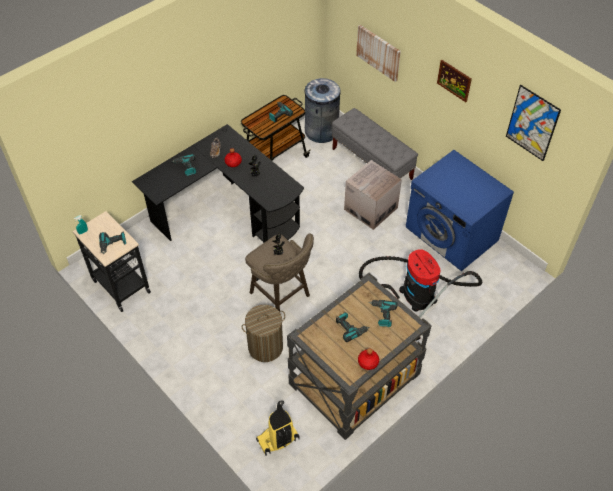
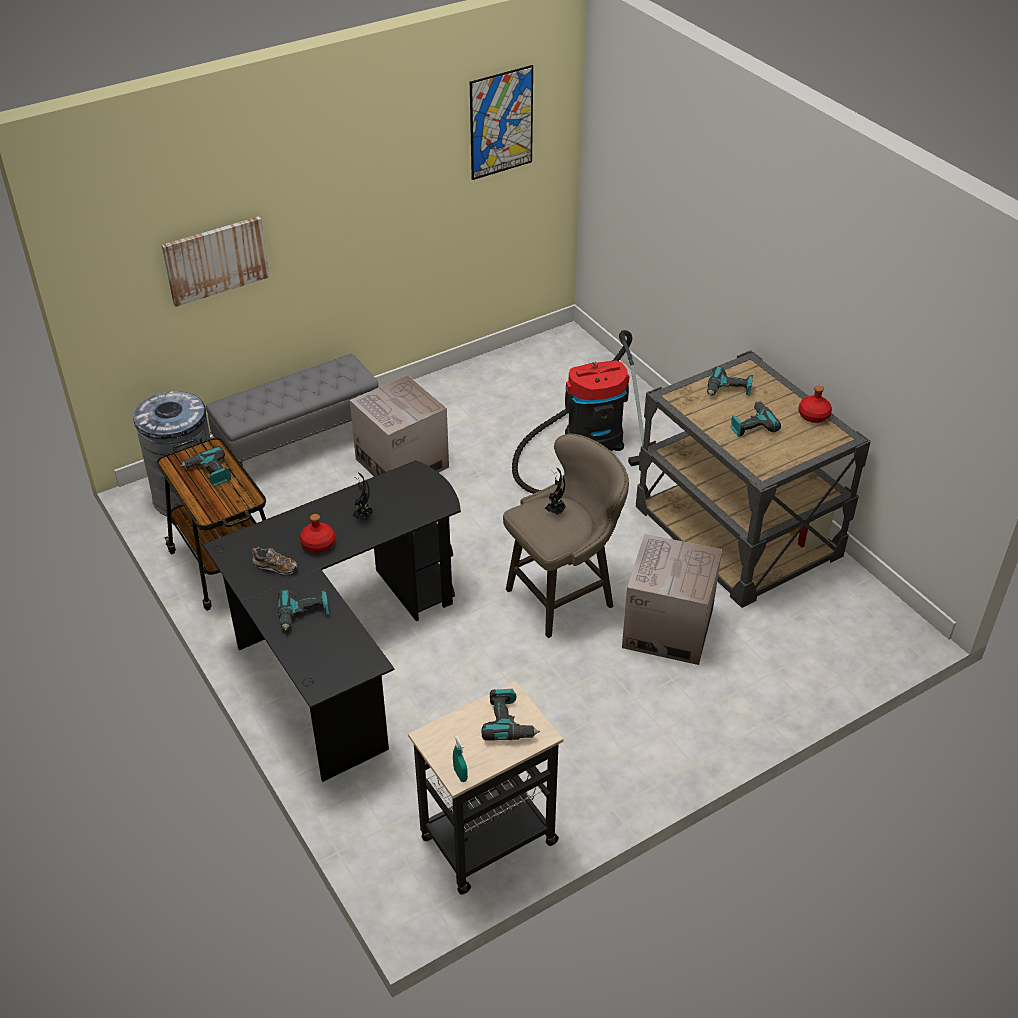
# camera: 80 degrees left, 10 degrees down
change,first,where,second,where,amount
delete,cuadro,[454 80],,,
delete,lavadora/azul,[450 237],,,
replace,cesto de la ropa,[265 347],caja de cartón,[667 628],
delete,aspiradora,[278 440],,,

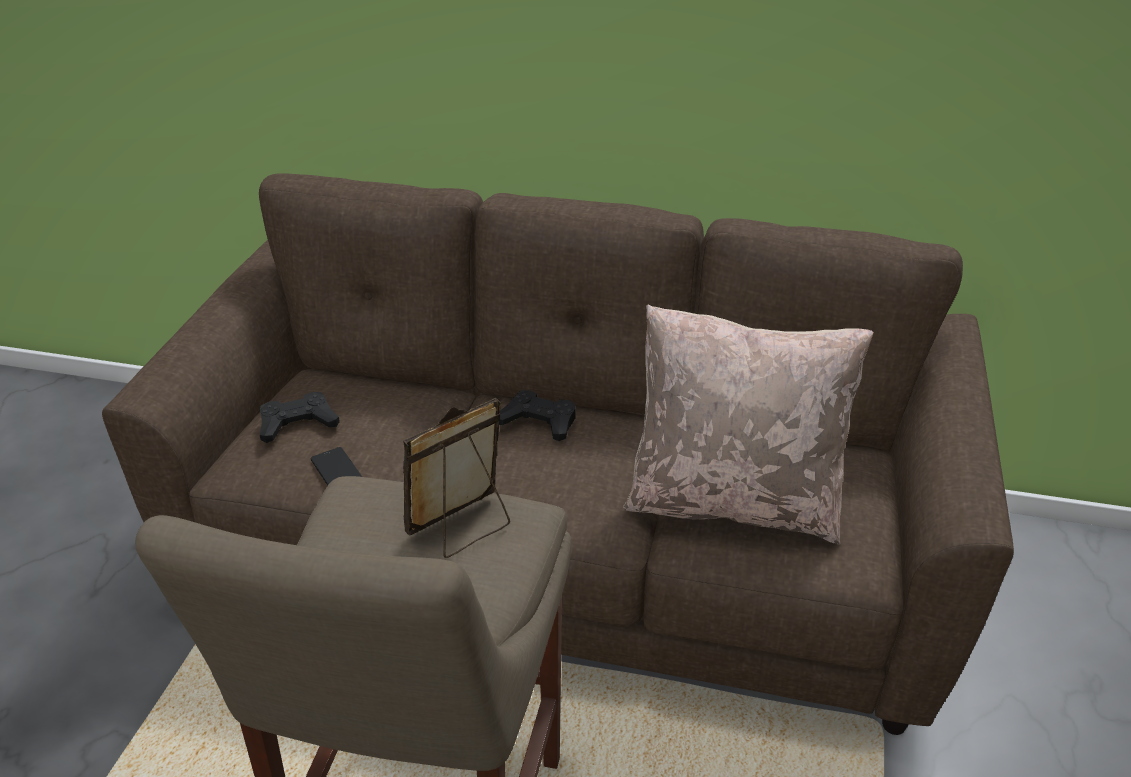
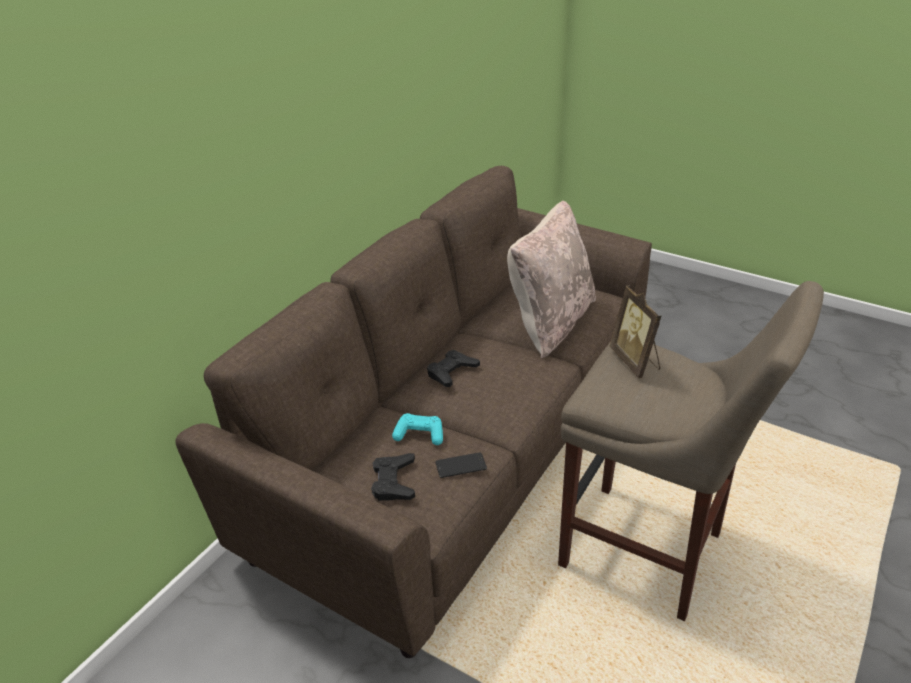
# camera: 70 degrees left, 0 degrees up
change,first,where,second,where,amount
insert,,,mando de consola/turquesa,[419 435],

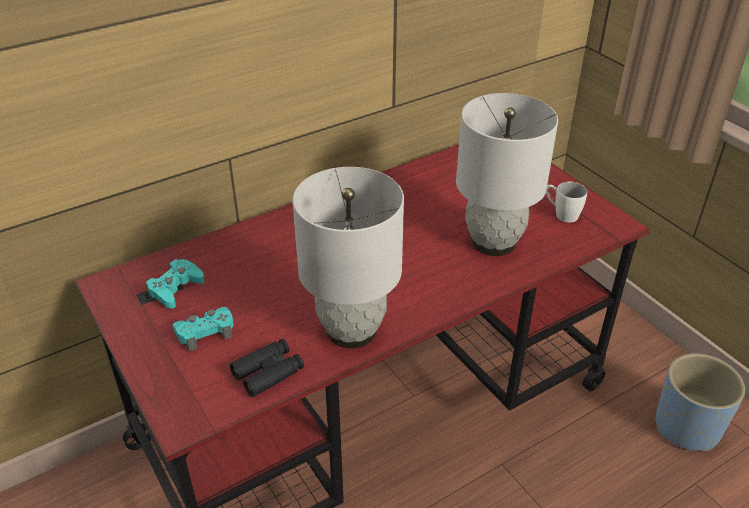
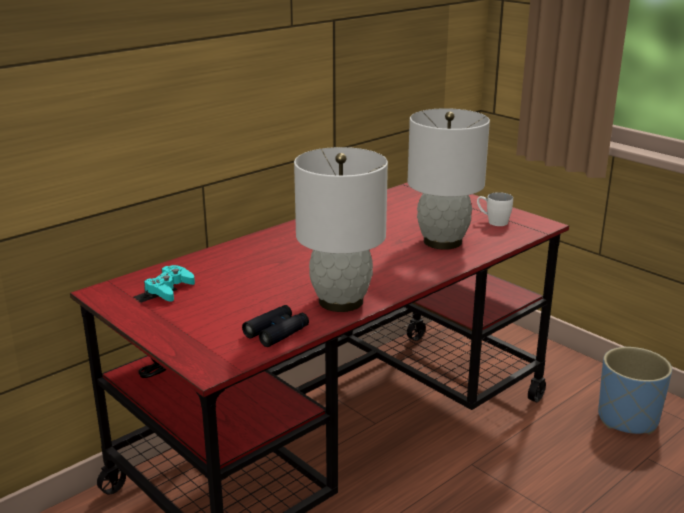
# camera: 10 degrees left, 15 degrees down
change,first,where,second,where,amount
delete,mando de consola/turquesa,[205 332],,,

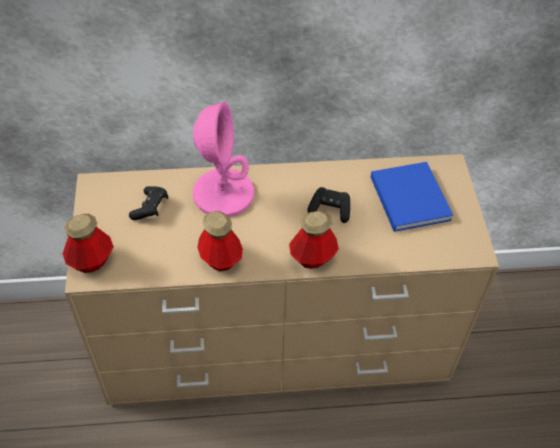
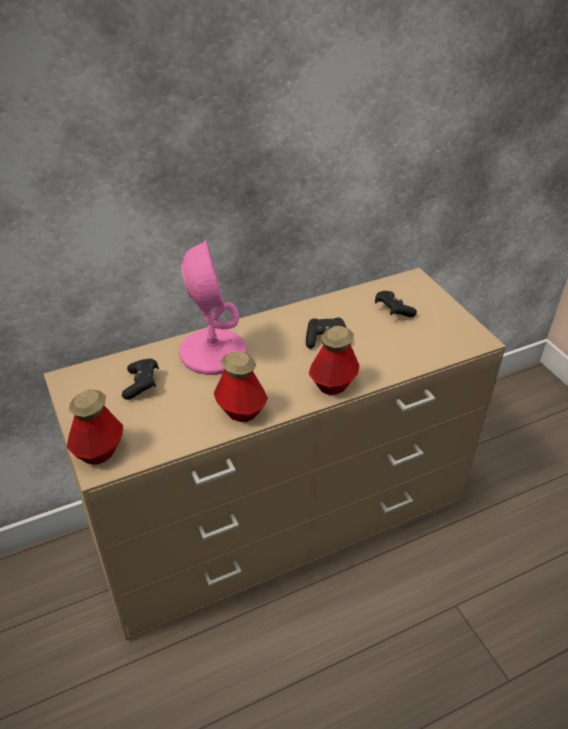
# camera: 20 degrees left, 10 degrees down
change,first,where,second,where,amount
replace,libro/azul,[409 196],mando de consola/negro,[392 311],

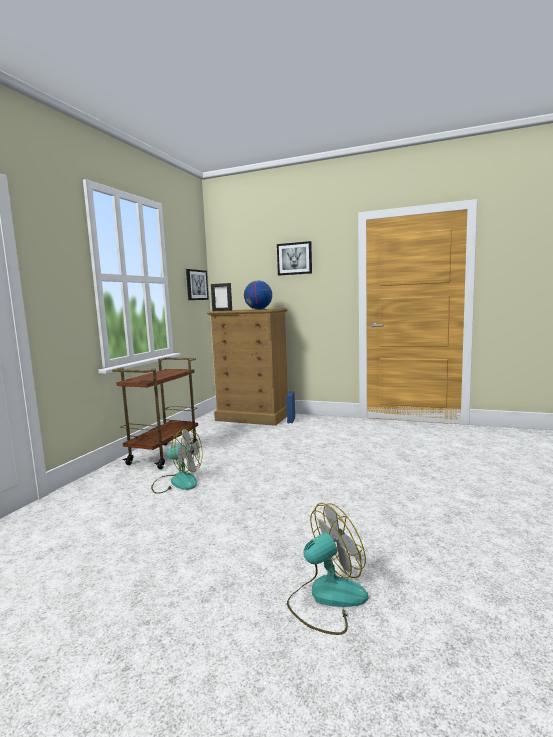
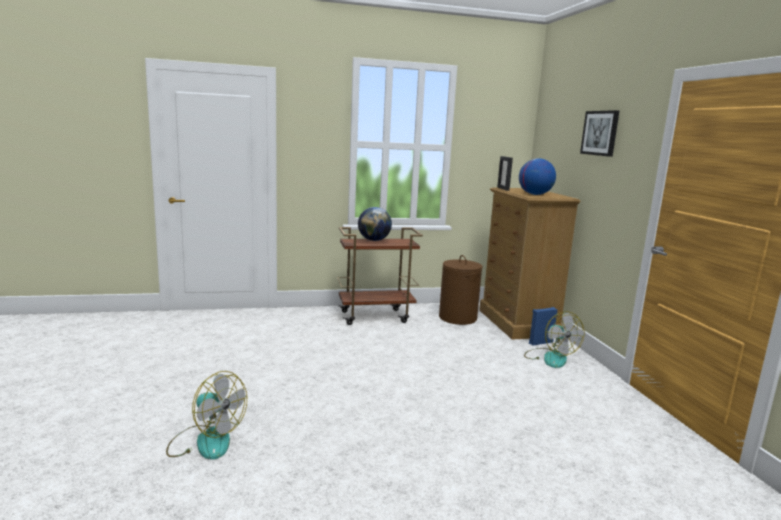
# camera: 55 degrees right, 5 degrees up
change,first,where,second,where,amount
delete,cuadro,[196 285],,,
move,ventilador,[177 482],,[550 357],
insert,,,globo terráqueo,[374 240],
insert,,,cesto de la ropa/marrón,[458 318],

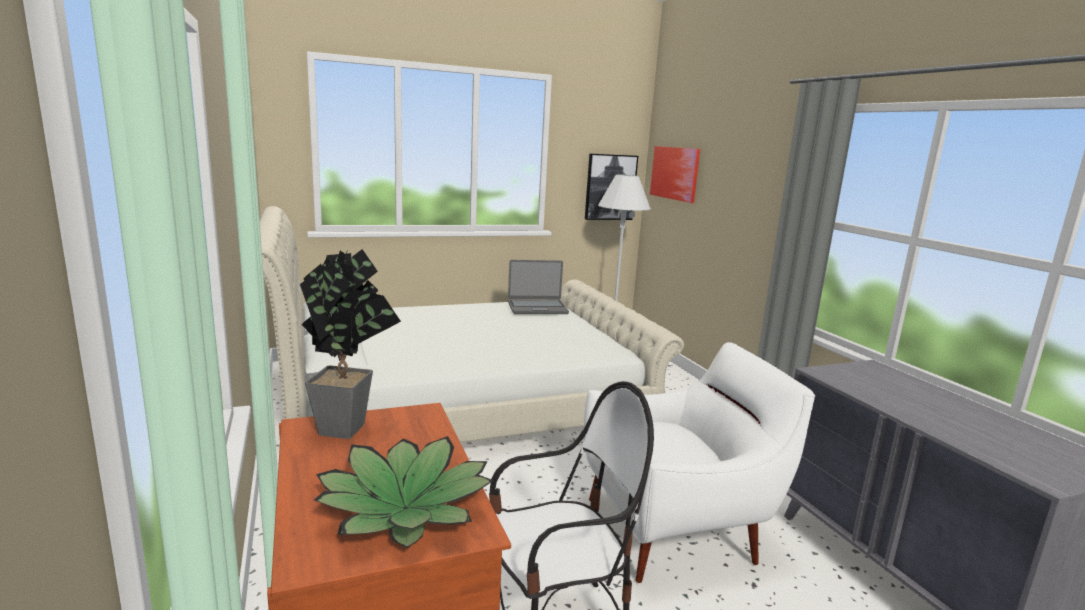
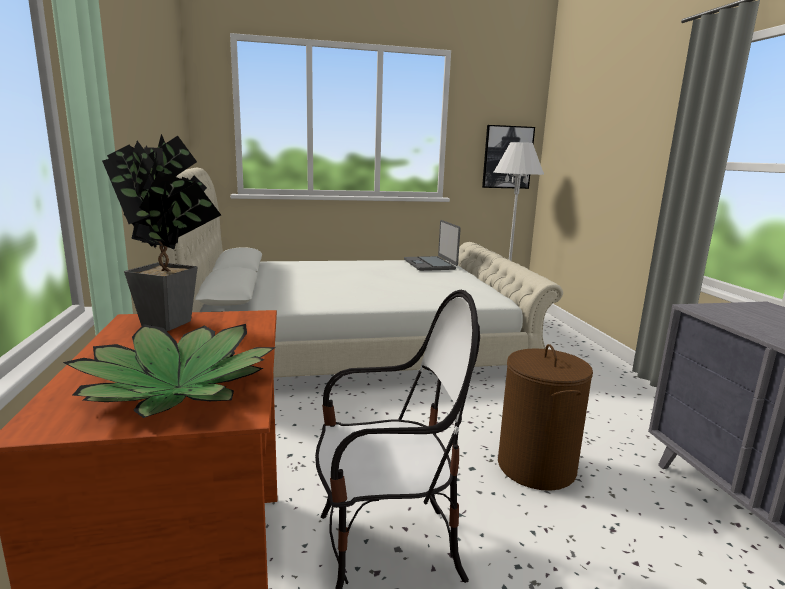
# camera: 10 degrees right, 0 degrees up
change,first,where,second,where,amount
delete,cuadro,[675 173],,,
rotate,portátil,[537 308],,[430 264],75 degrees clockwise
replace,sillón/blanco,[676 529],cesto de la ropa/marrón,[536 467],

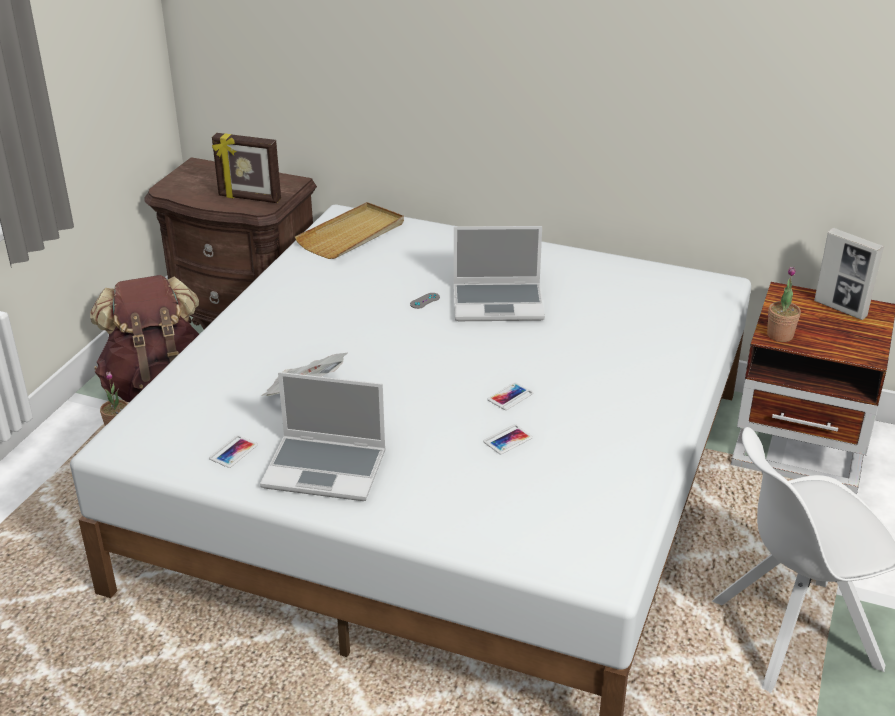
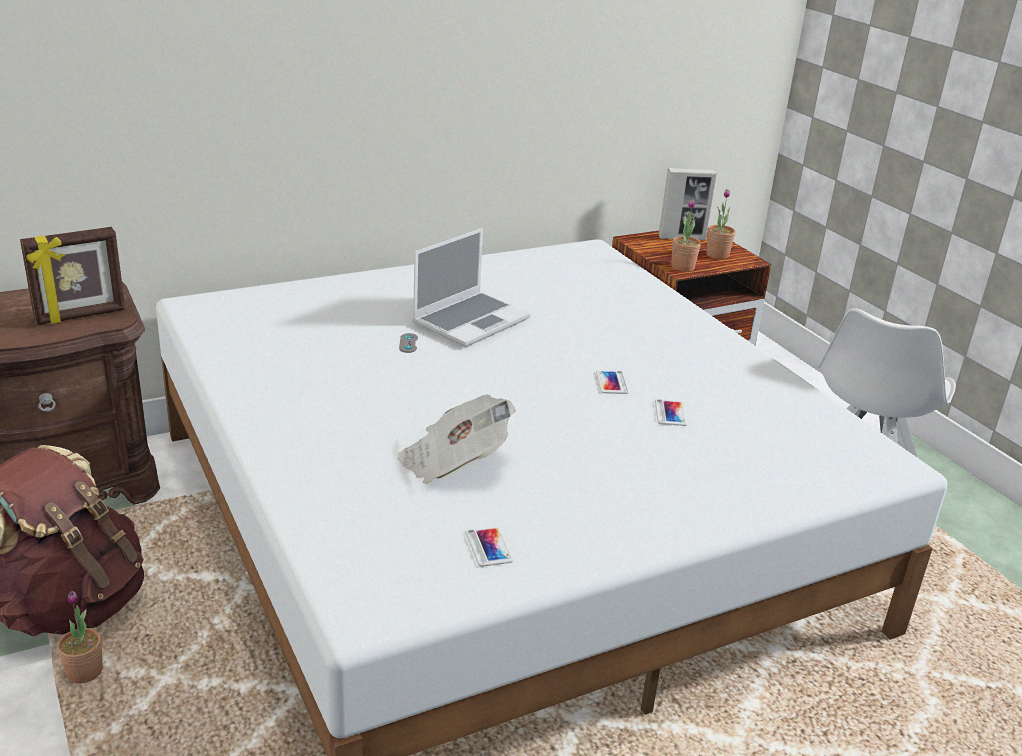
# camera: 50 degrees left, 5 degrees down
change,first,where,second,where,amount
delete,bandeja/beis,[352 234],,,
delete,portátil,[326 469],,,
insert,,,planta en maceta,[717 255],

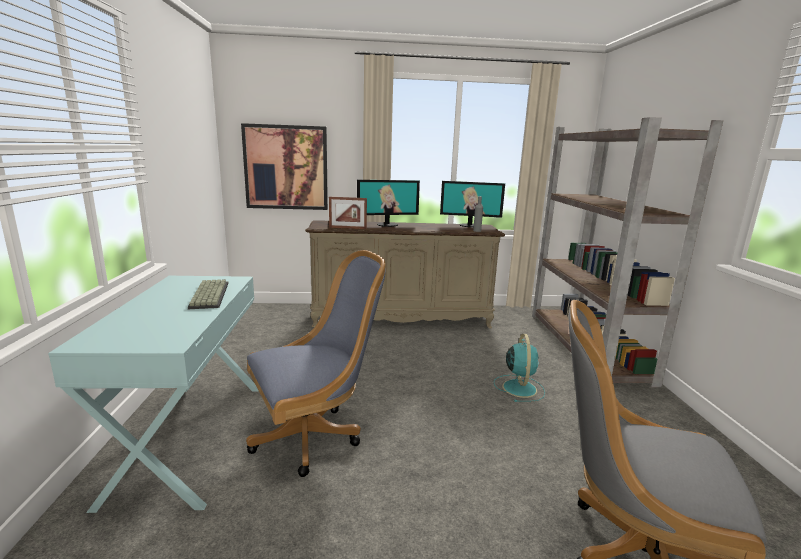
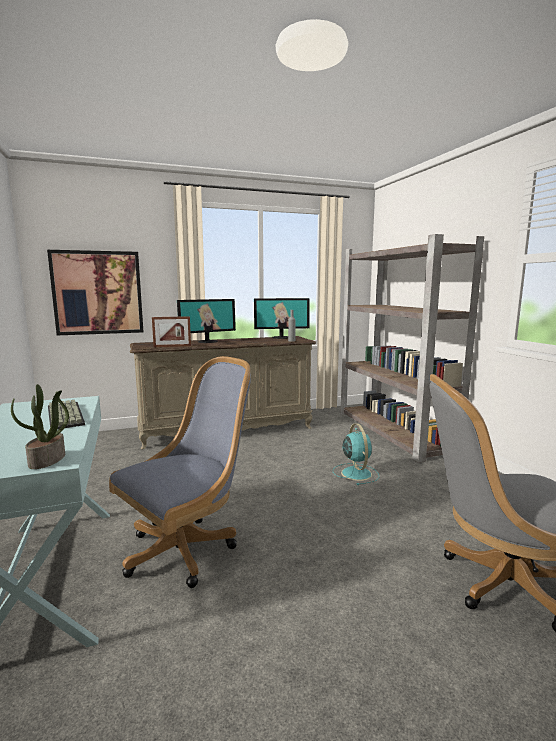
# camera: 15 degrees left, 5 degrees down
change,first,where,second,where,amount
insert,,,planta en maceta,[47 460],

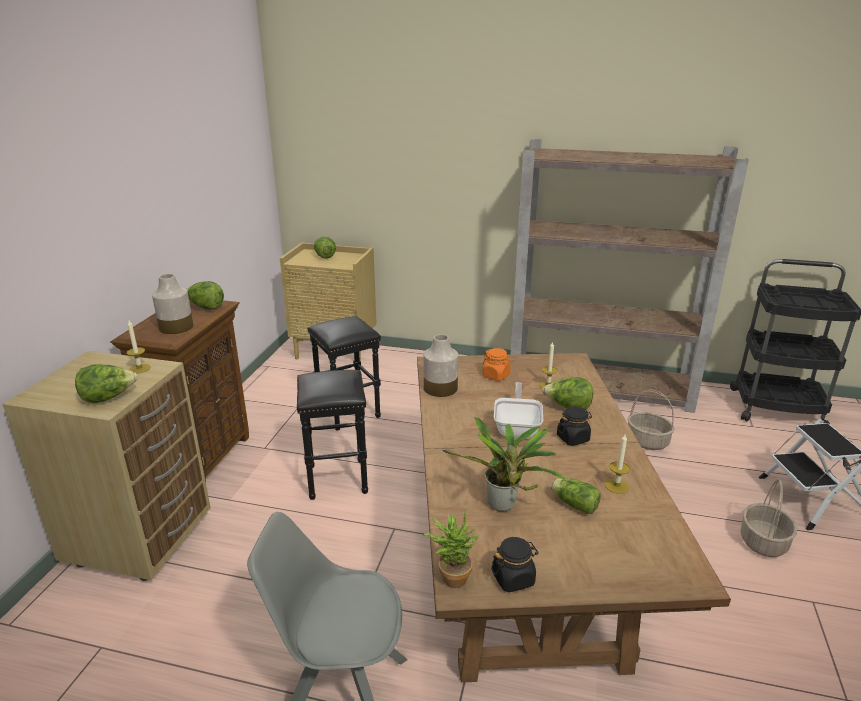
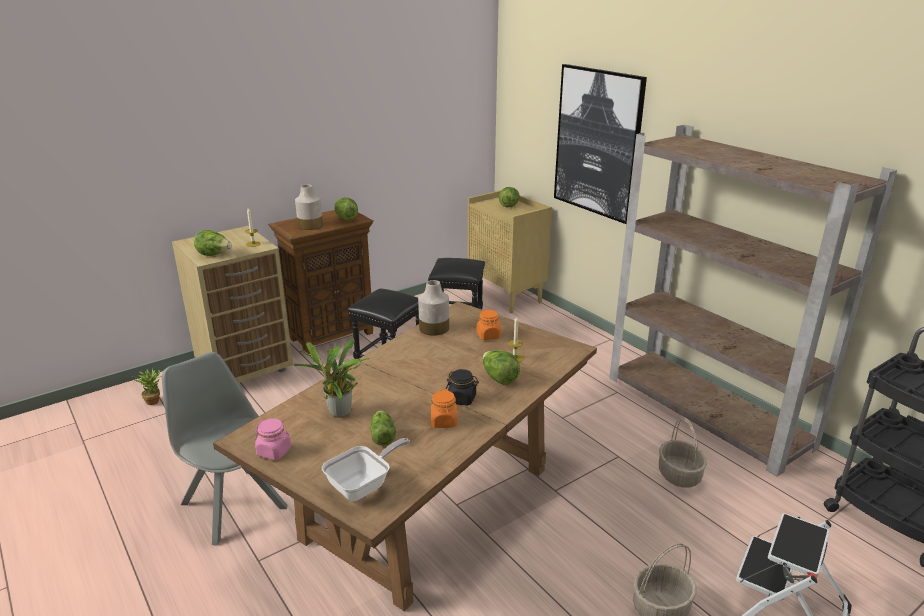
# camera: 40 degrees right, 0 degrees up
change,first,where,second,where,amount
move,sartén,[517 428],,[364 486],
delete,vela,[616 486],,,
move,planta en maceta,[451 576],,[153 400],
recolor,tarro/negro,[513 578],tarro/rosa,[274 451],
insert,,,cuadro,[597 142],
insert,,,tarro/naranja,[444 421],

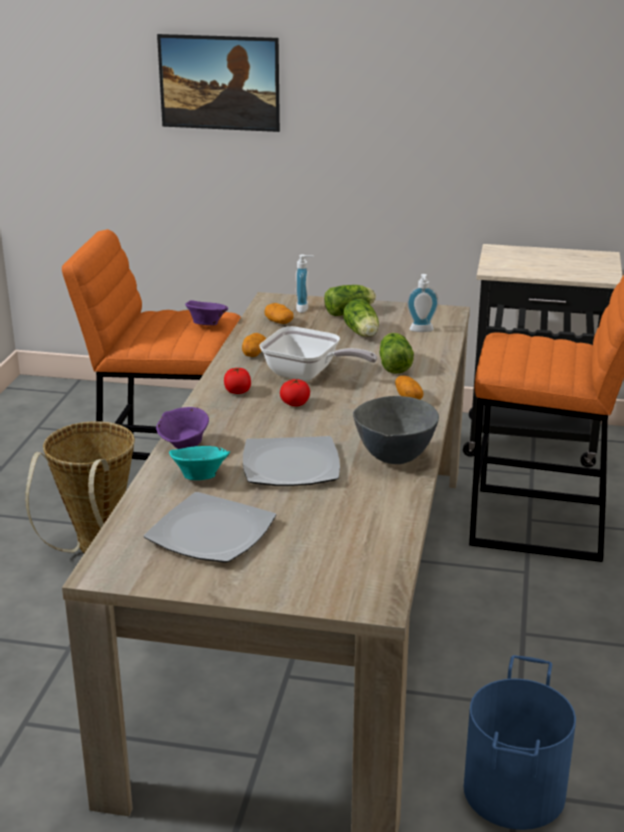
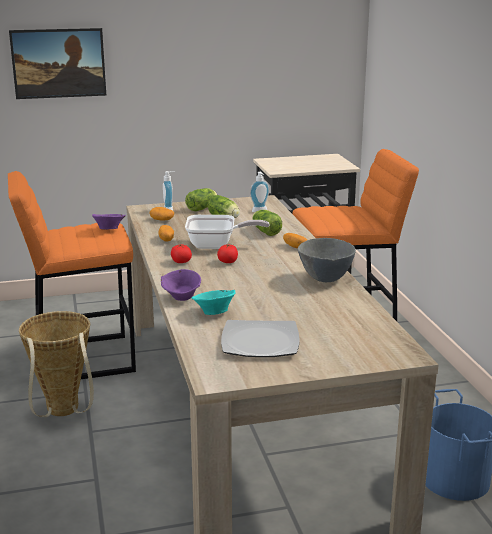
# camera: 25 degrees left, 5 degrees down
change,first,where,second,where,amount
delete,plato,[290 466],,,

